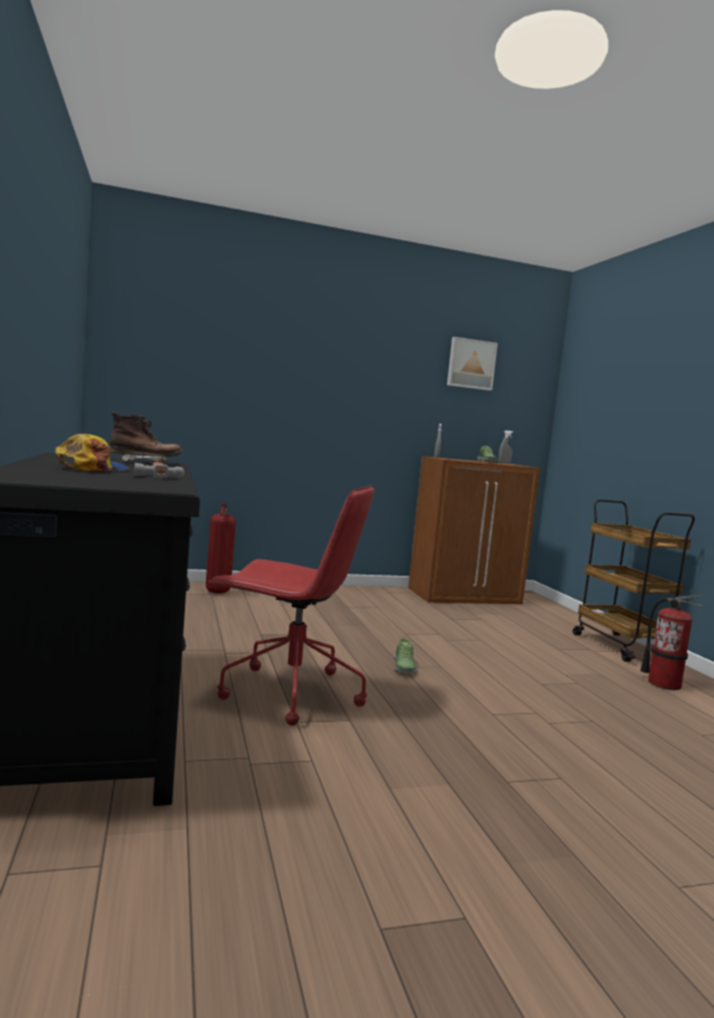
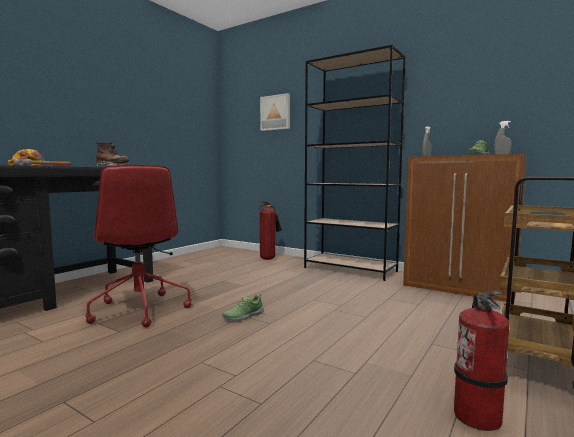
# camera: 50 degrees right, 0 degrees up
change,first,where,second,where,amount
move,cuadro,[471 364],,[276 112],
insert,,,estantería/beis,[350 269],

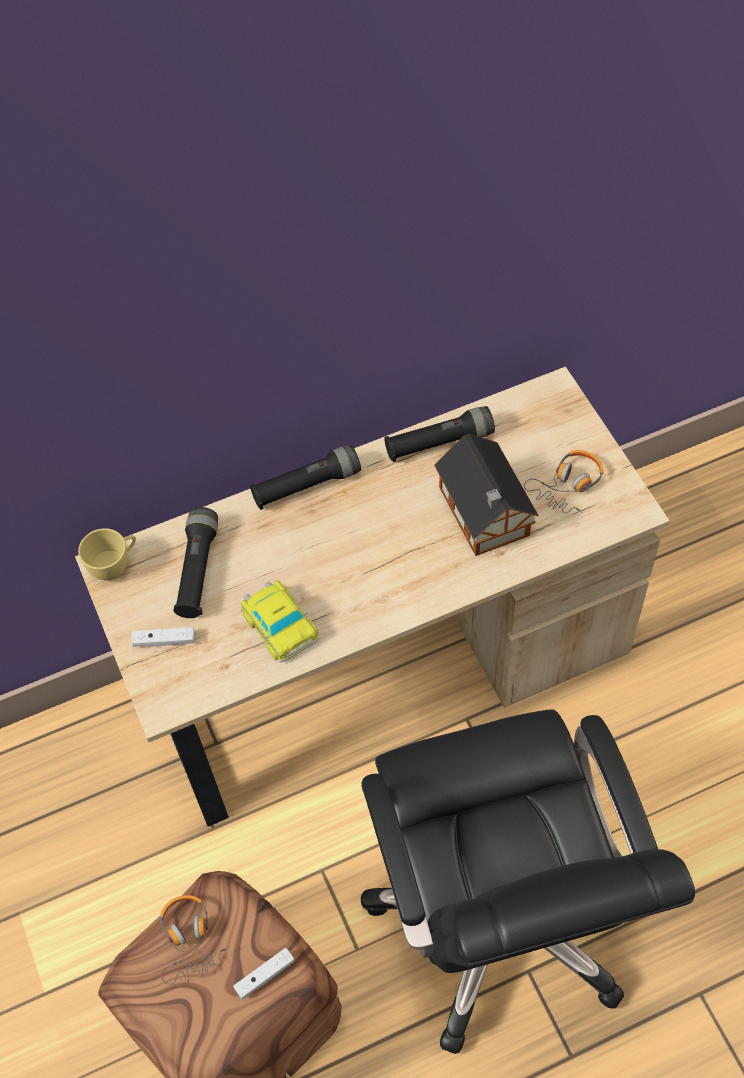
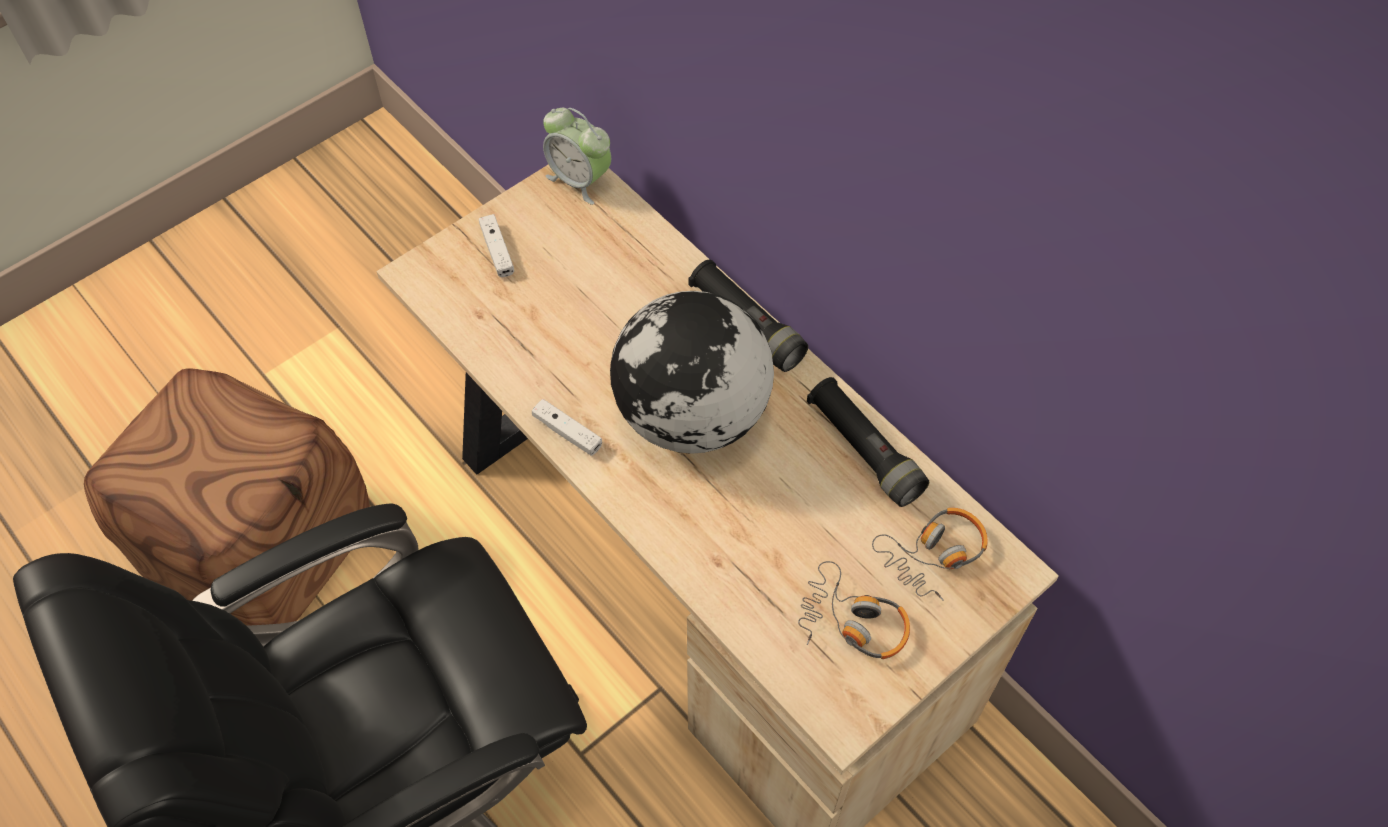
# camera: 70 degrees right, 0 degrees up
change,first,where,second,where,amount
delete,casita,[484 515],,,
delete,linterna/negro,[197 570],,,
replace,taza/amarillo,[115 565],despertador,[580 180],
delete,coche de juguete,[279 624],,,
move,auriculares,[189 940],,[934 554],
move,mando de consola/blanco,[265 975],,[567 432],
insert,,,globo terráqueo,[690 415],

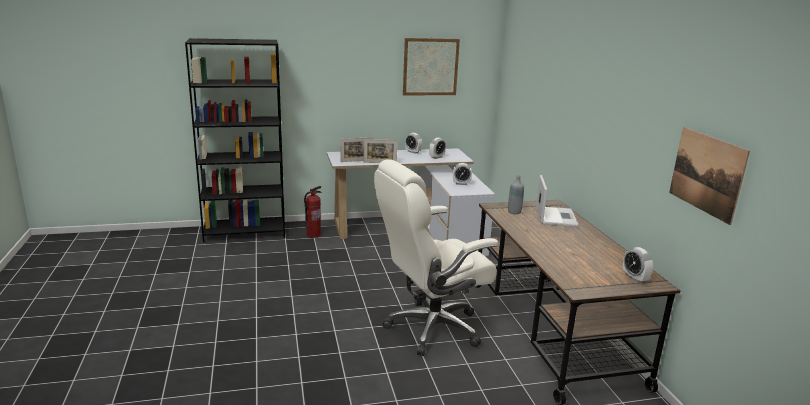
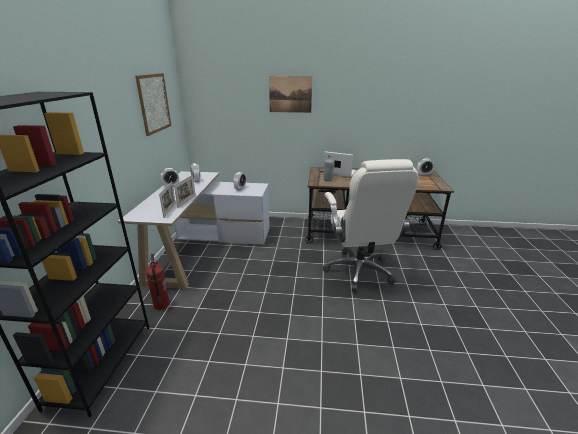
# camera: 70 degrees left, 5 degrees up
change,first,where,second,where,amount
move,cuadro,[706 173],,[290 94],

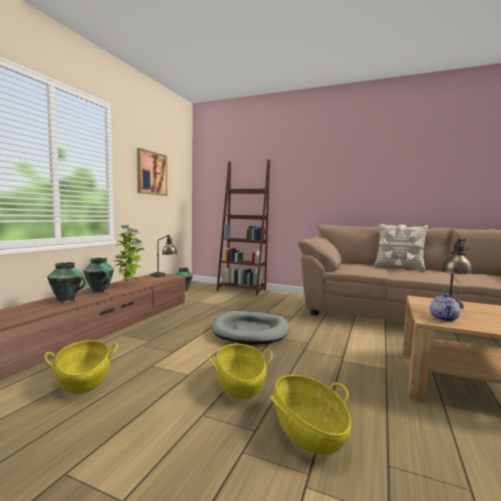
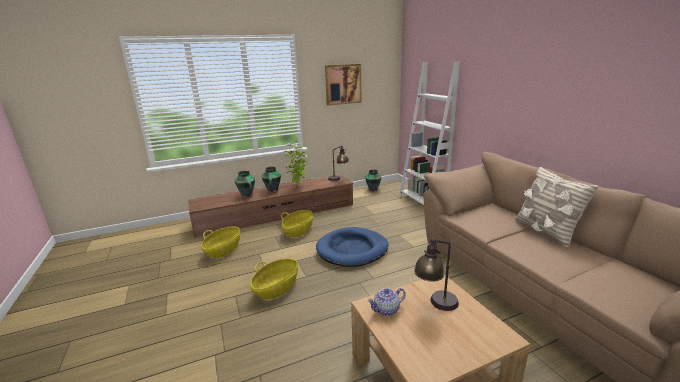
# camera: 45 degrees right, 15 degrees up
change,first,where,second,where,amount
recolor,estantería/marrón,[241 290],estantería/blanco,[422 201],
recolor,cama para perro/gris,[251 331],cama para perro/azul,[352 249],
move,cesta,[308 431],,[298 231],

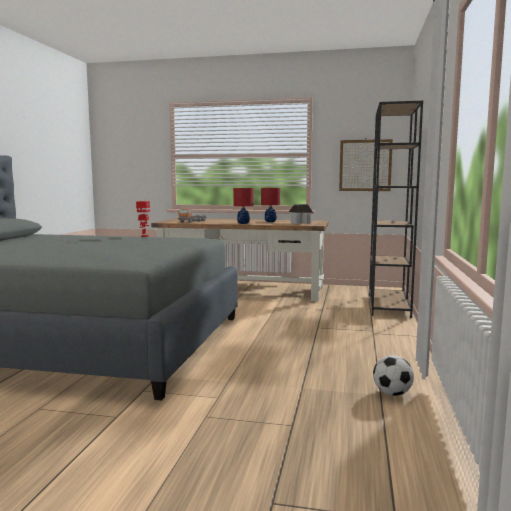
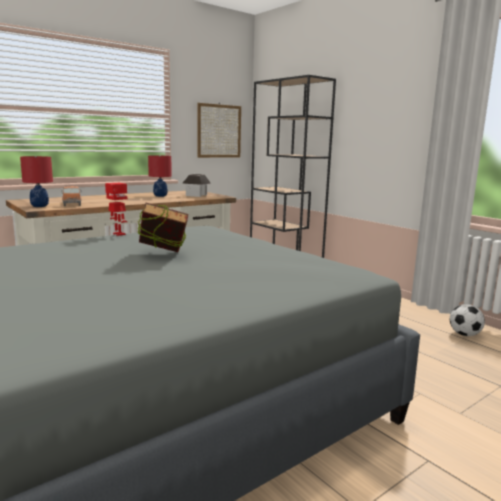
# camera: 50 degrees left, 5 degrees up
change,first,where,second,where,amount
move,lámpara de mesa/rojo,[243 223],,[39 206],
insert,,,libro,[163 256],

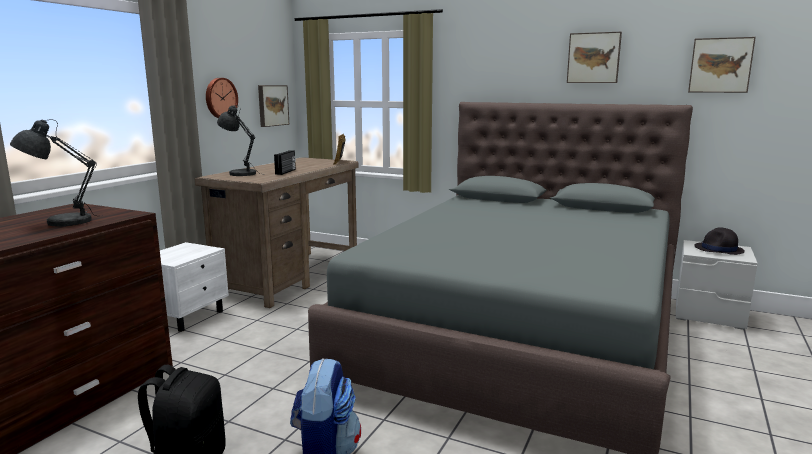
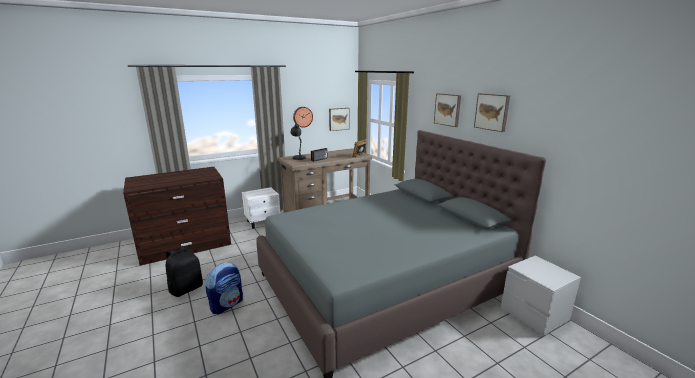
# camera: 35 degrees right, 5 degrees up
change,first,where,second,where,amount
move,cuadro,[720 65],,[448 109],
delete,lámpara de mesa/gris,[63 222],,,
delete,sombrero/negro,[719 249],,,

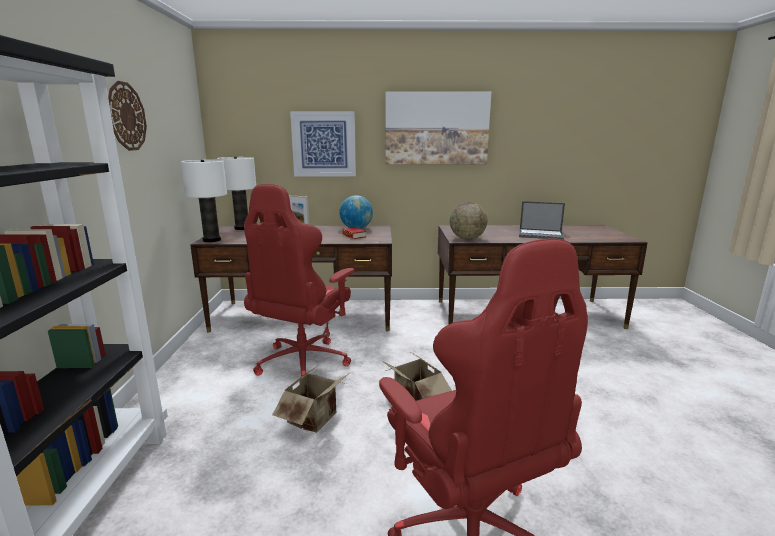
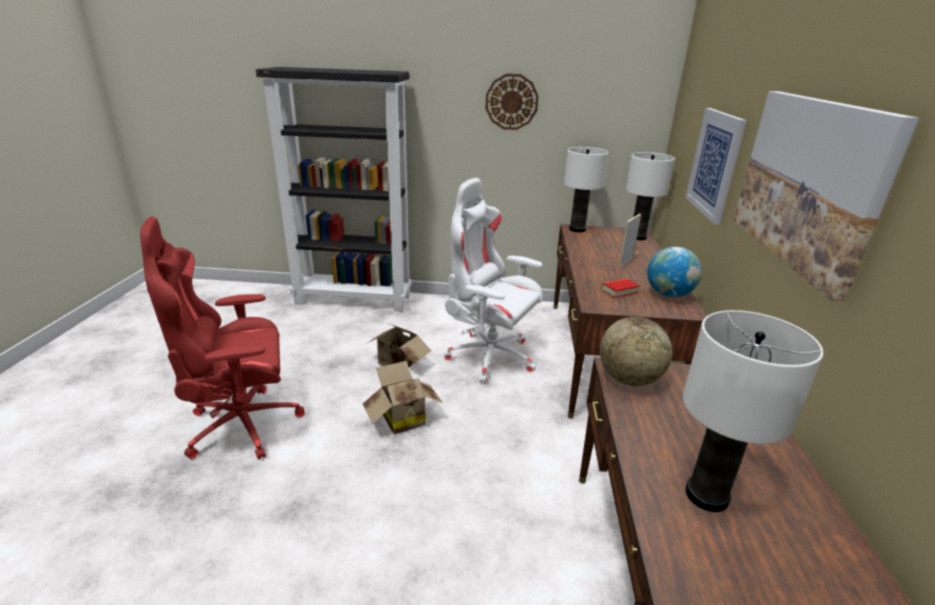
# camera: 95 degrees right, 10 degrees up
change,first,where,second,where,amount
recolor,silla de oficina/rojo,[303 361],silla de oficina/blanco,[492 357],
replace,portátil,[541 235],lámpara de mesa/blanco,[707 496],

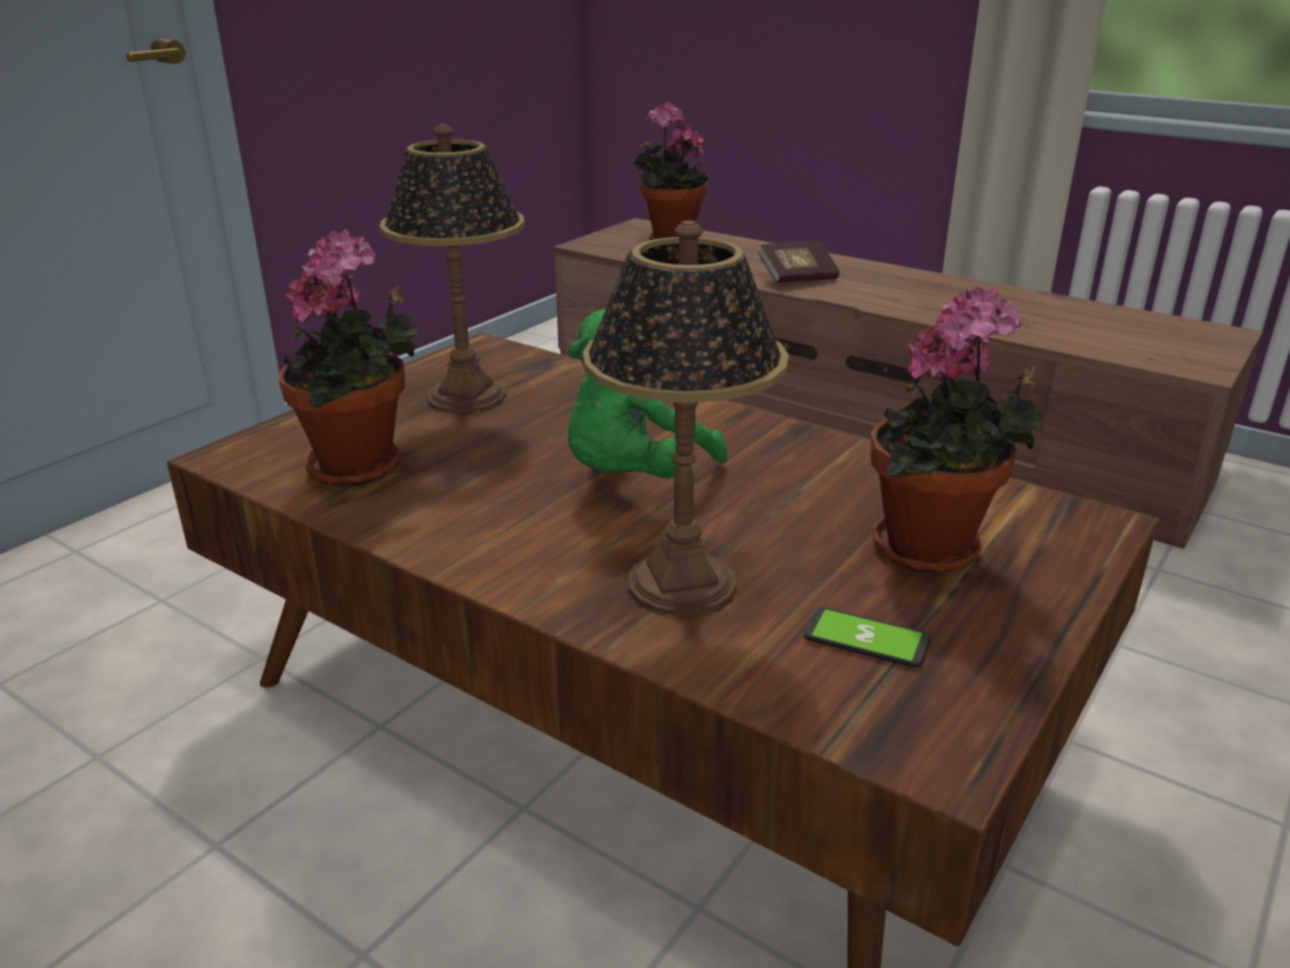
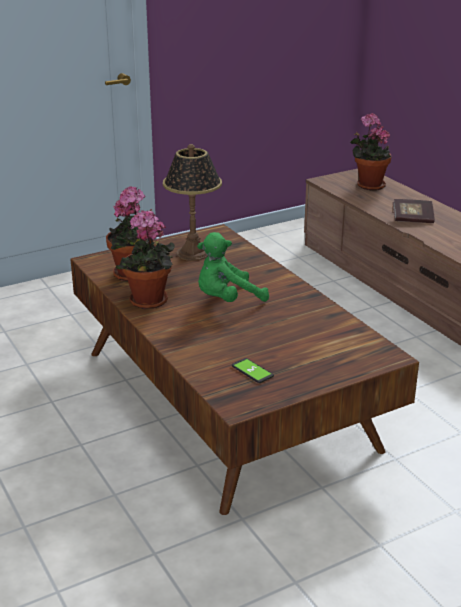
# camera: 25 degrees right, 0 degrees up
change,first,where,second,where,amount
delete,lámpara de mesa,[680 583],,,
move,planta en maceta,[934 553],,[149 303],

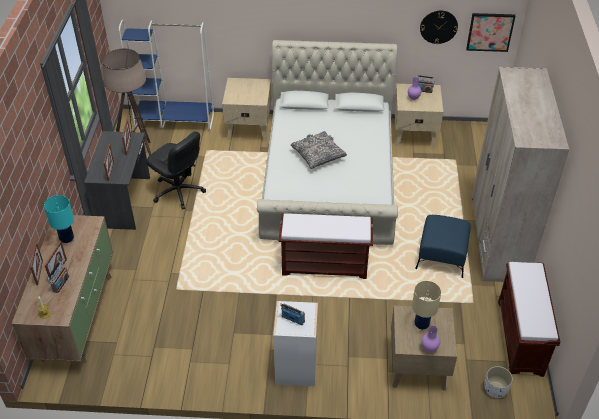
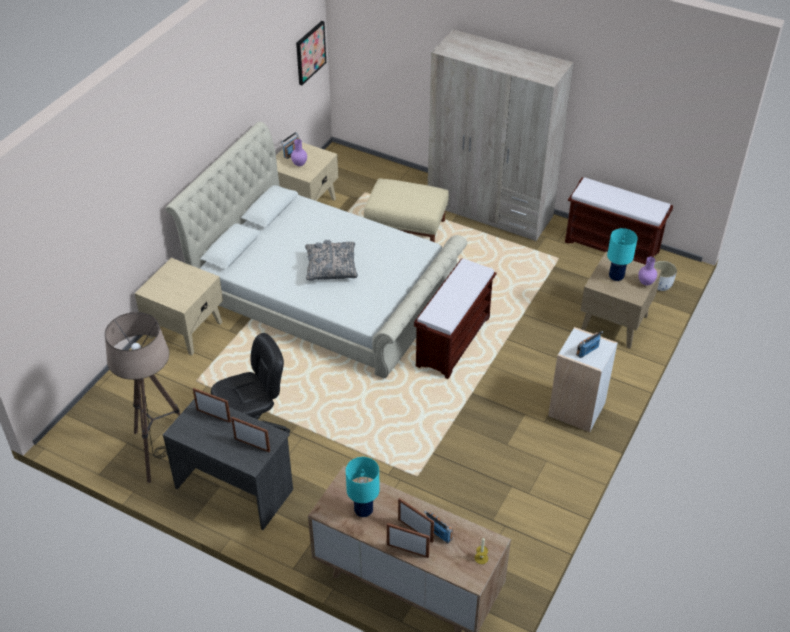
# camera: 65 degrees left, 0 degrees up
change,first,where,second,where,amount
delete,reloj de pared,[438 27],,,
delete,perchero/azul,[175 121],,,
delete,puf/azul,[441 257],,,
recolor,lámpara de mesa/beis,[421 325],lámpara de mesa/turquesa,[616 277],
insert,,,puf/beis,[406 229],

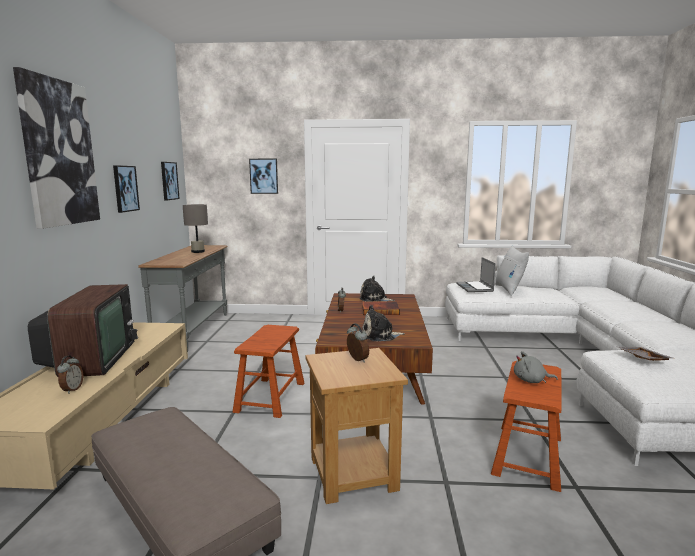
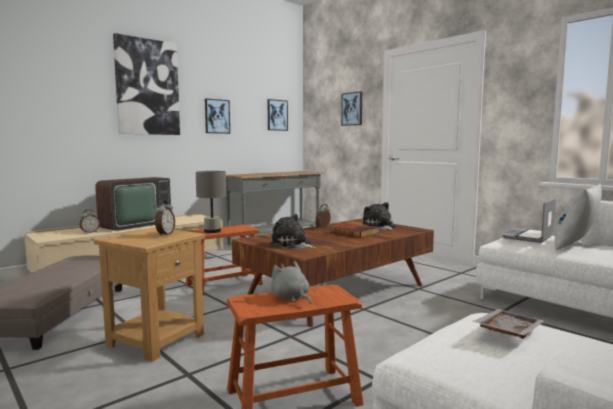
# camera: 45 degrees right, 5 degrees down
change,first,where,second,where,amount
move,lámpara de mesa/gris,[197 251],,[212 231],

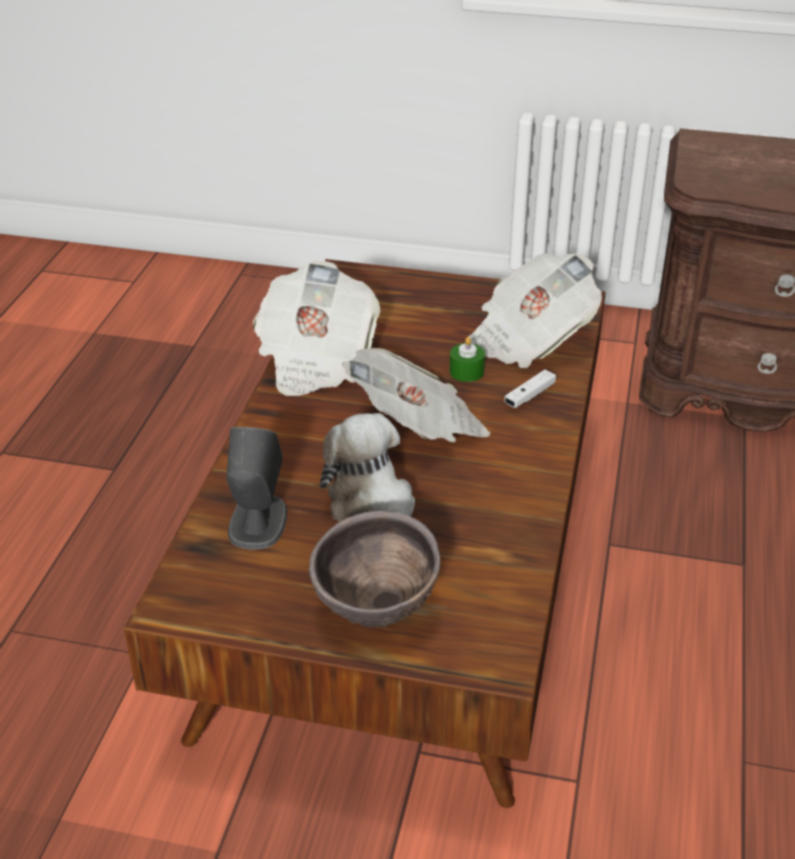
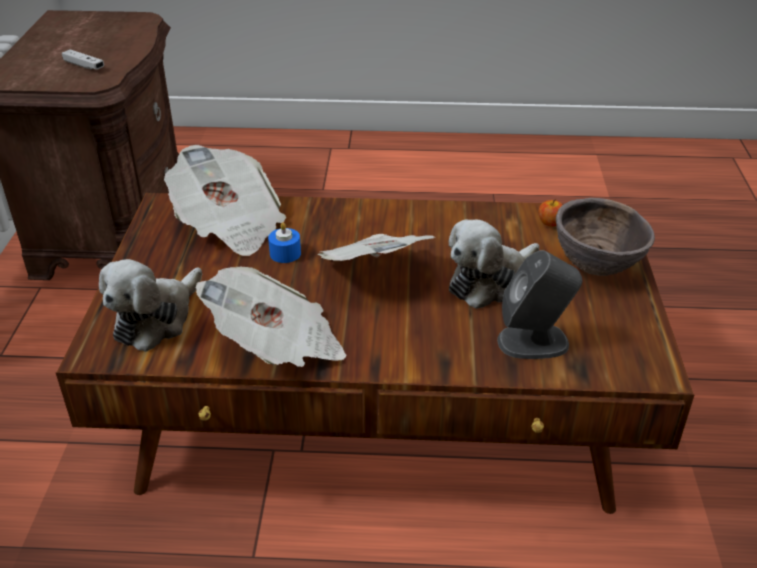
# camera: 100 degrees left, 0 degrees up
change,first,where,second,where,amount
recolor,vela/verde,[466 371],vela/azul,[285 253],
move,mando de consola/blanco,[529 396],,[84 66],
insert,,,manzana,[550 223],
insert,,,peluche,[156 319],

